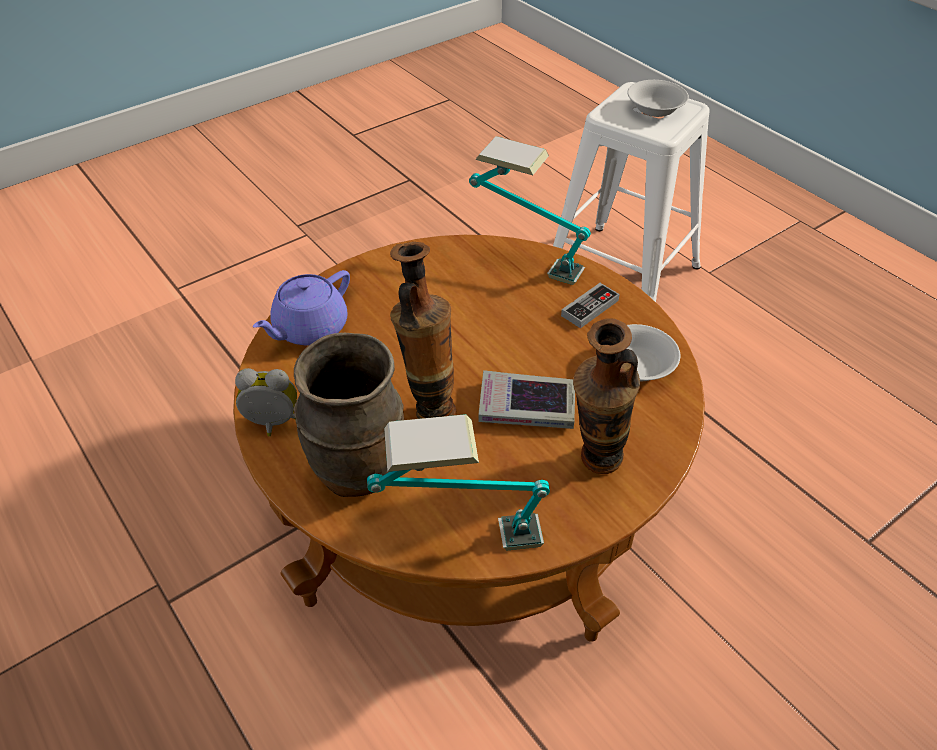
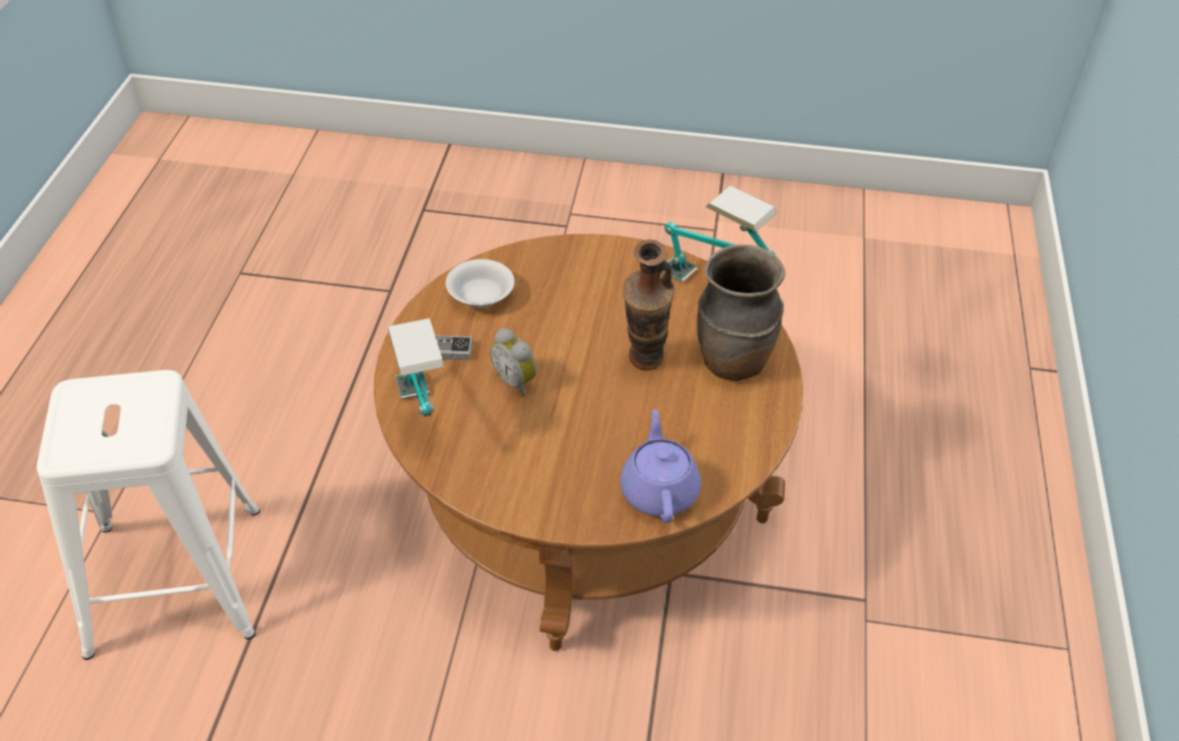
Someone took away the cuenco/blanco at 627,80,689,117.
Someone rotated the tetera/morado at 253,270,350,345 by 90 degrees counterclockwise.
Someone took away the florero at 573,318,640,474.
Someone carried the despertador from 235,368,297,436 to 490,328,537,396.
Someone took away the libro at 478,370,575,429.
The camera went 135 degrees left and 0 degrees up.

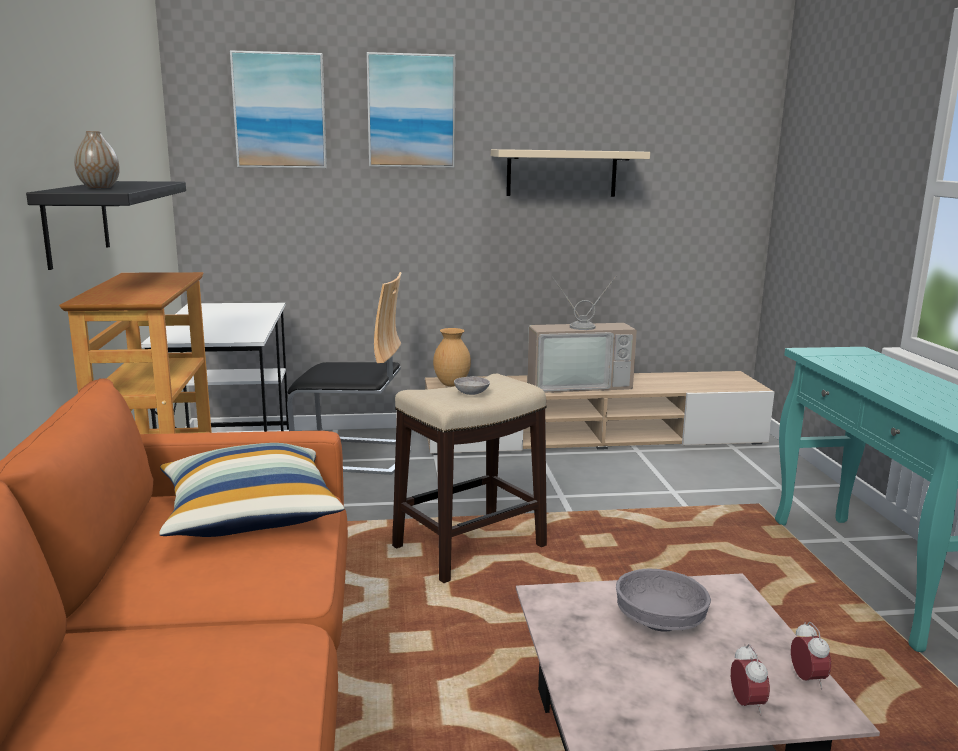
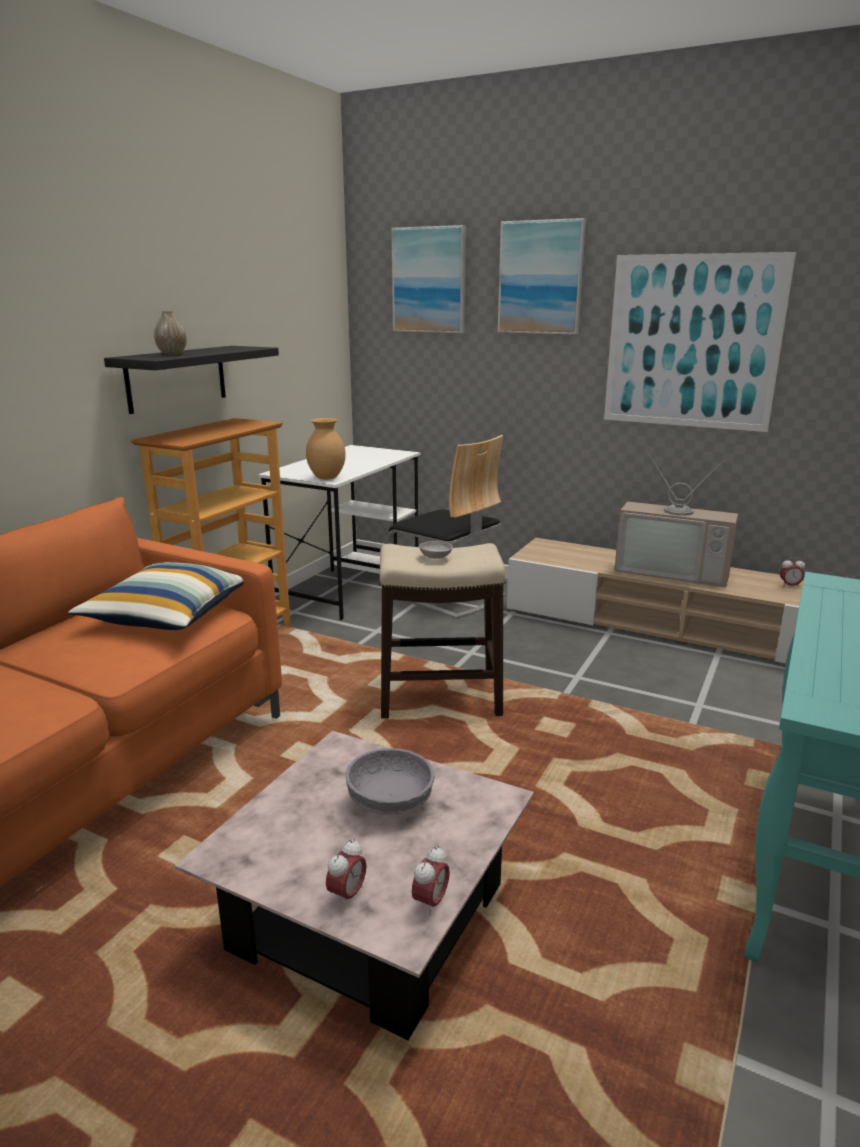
Someone swapped the estante/beis at 491,149,650,197 for the cuadro at 604,252,796,432.
Someone carried the florero/marrón from 433,328,471,386 to 306,418,346,480.
Someone put down the despertador at 780,557,805,587.
The camera went 35 degrees right and 5 degrees up.

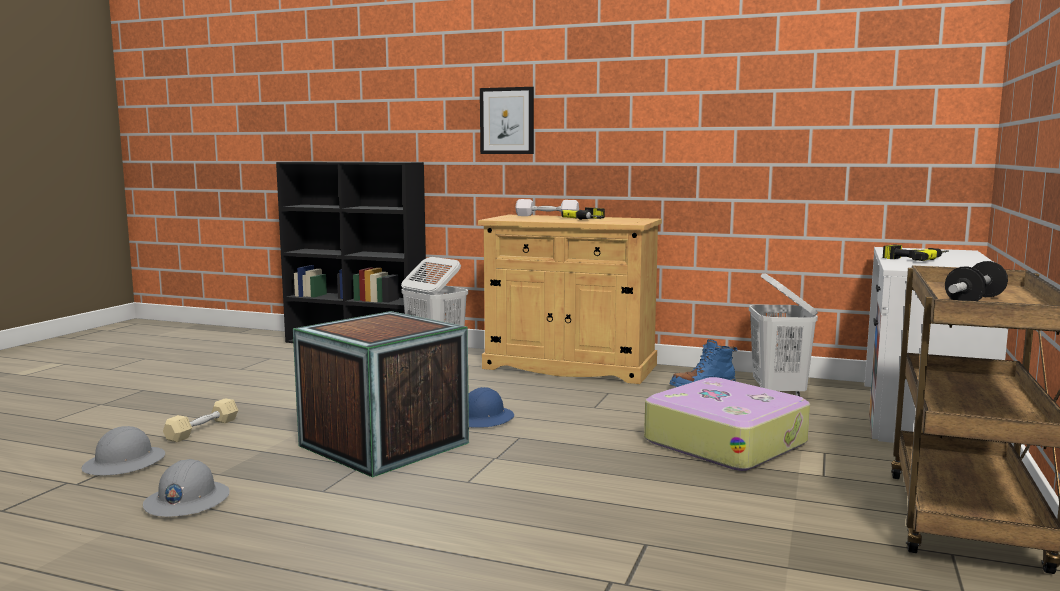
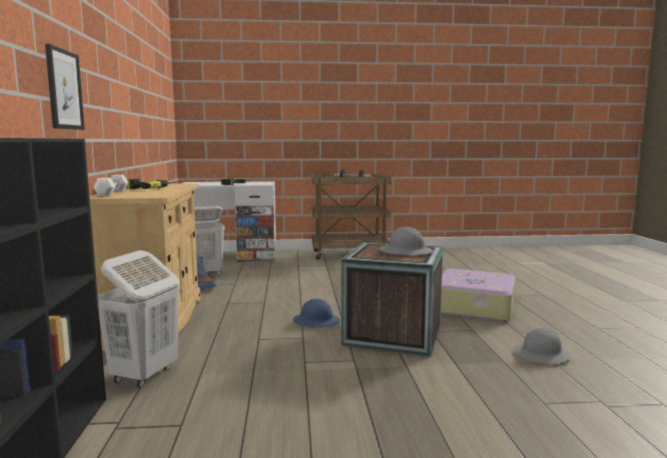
Someone carried the maleta from 644,377,810,471 to 441,269,516,321.
Someone took away the mancuerna/beis at 163,398,238,442.
Someone carried the casco/gris from 81,426,165,476 to 380,227,433,256.
The camera went 115 degrees left and 0 degrees up.

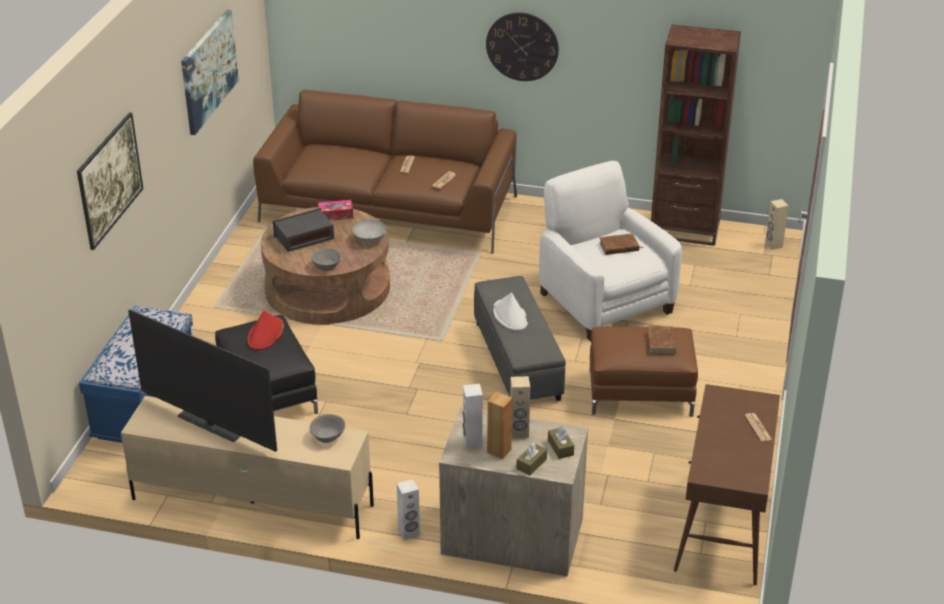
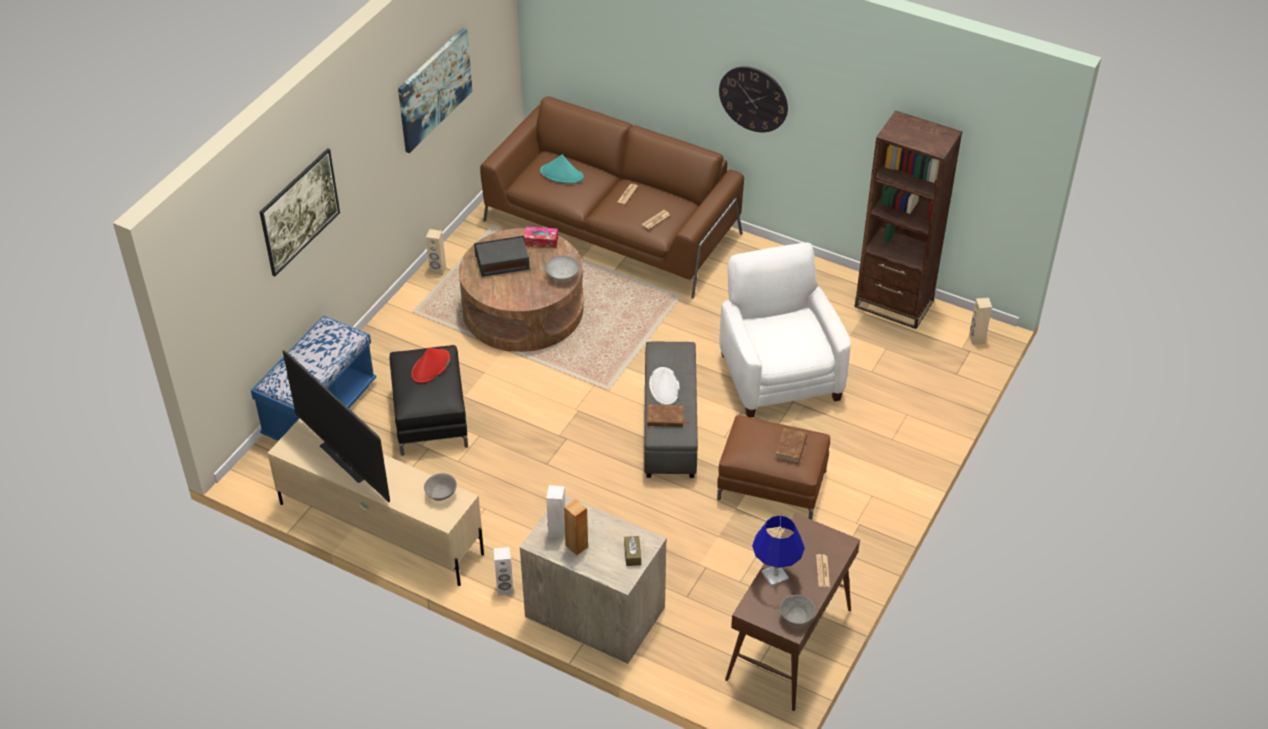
Someone carried the libro/marrón from 599,233,643,255 to 647,404,689,427.
Someone carried the cuenco/gris from 311,248,341,271 to 780,595,815,626.
Someone carried the altavoz/beis from 510,376,530,439 to 426,229,446,275.
Someone took away the caja de pañuelos/marrón at 517,442,547,475.
Someone put down the sombrero/turquesa at 540,155,584,184.
Someone put down the lámpara de mesa/azul at 752,515,805,587.
The camera went 15 degrees right and 10 degrees up.

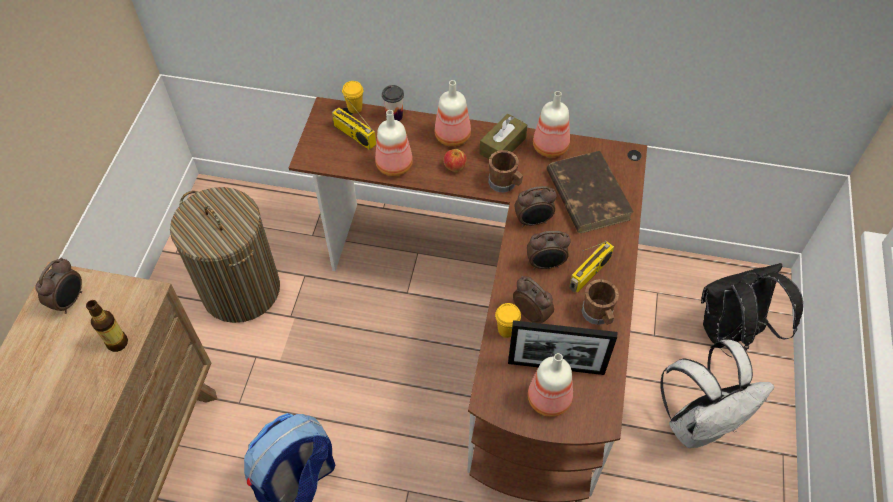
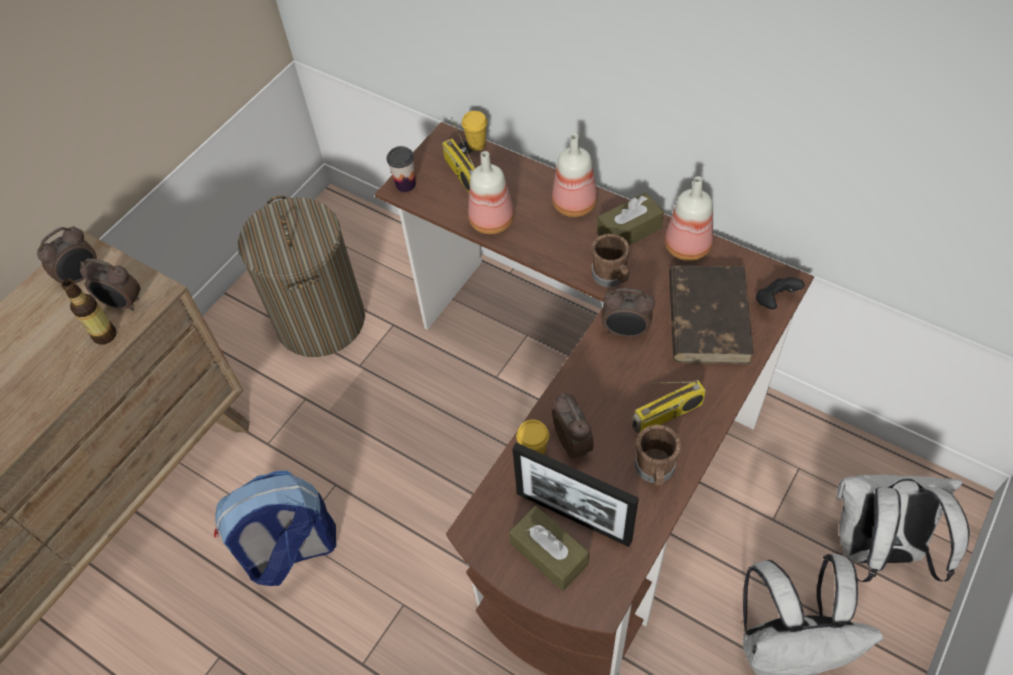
Someone carried the taza from 382,85,404,121 to 387,146,416,192.
Someone took away the manzana at 443,149,467,172.
Someone carried the despertador from 527,231,571,270 to 80,259,140,311.
Someone repainted the mochila/negro at 701,263,803,357, which became the mochila/blanco at 836,475,970,582.
Someone swapped the botella at 528,353,573,417 for the caja de pañuelos/marrón at 509,506,589,591.
Someone put down the mando de consola/negro at 756,278,805,309.
The camera went 25 degrees right and 0 degrees up.

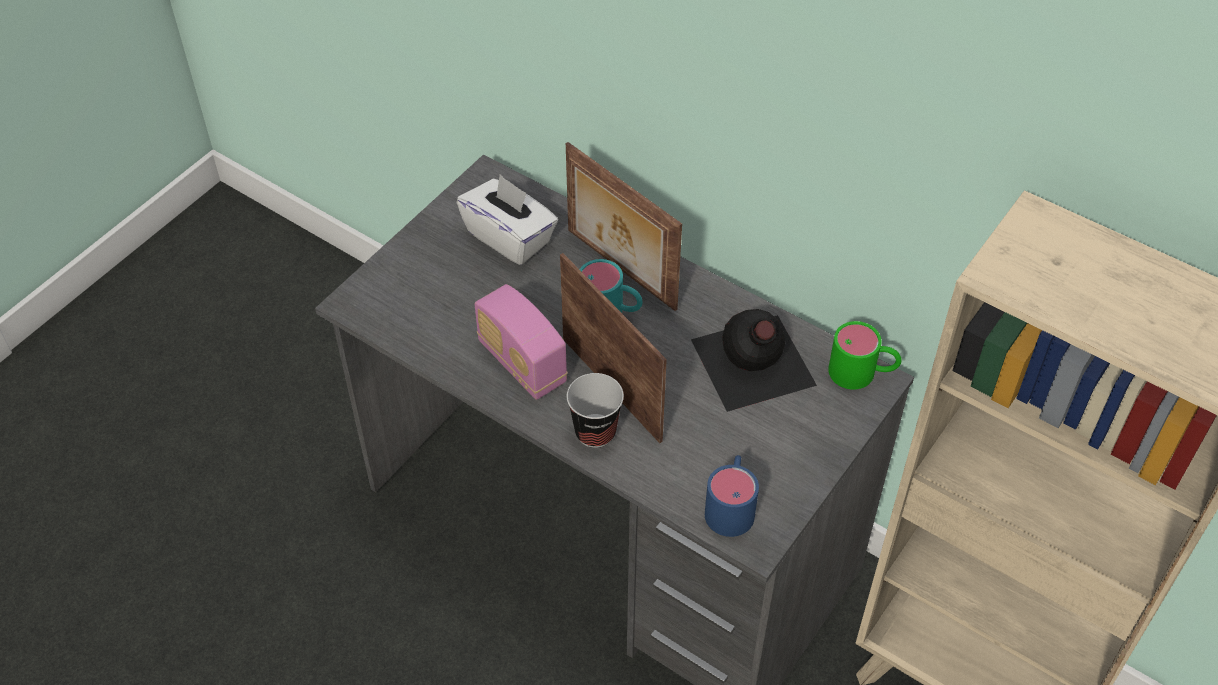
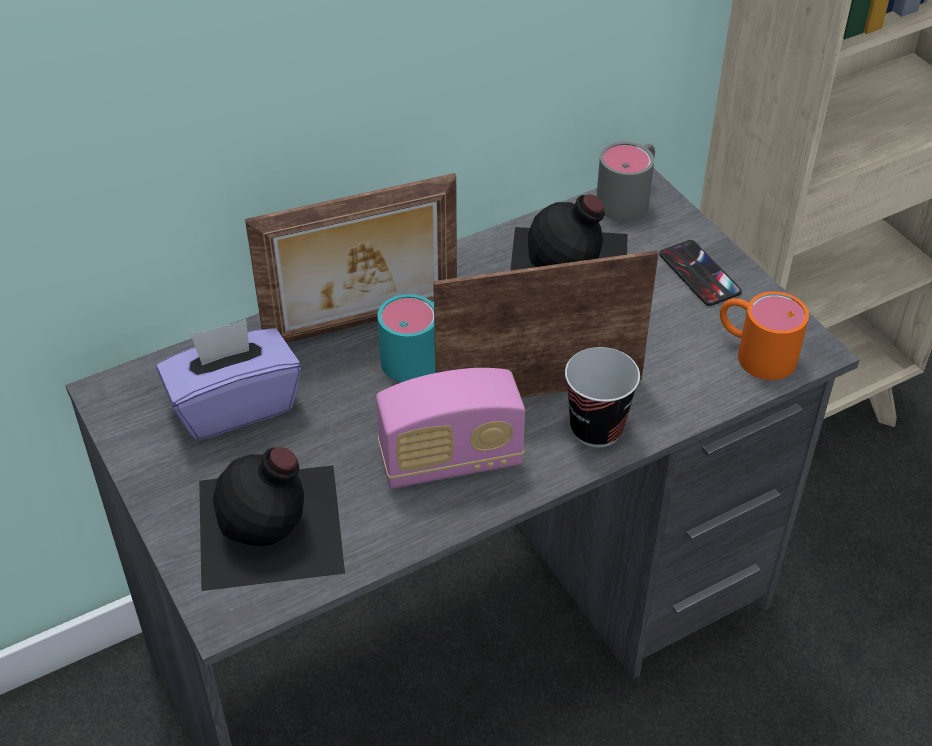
Someone repainted the caja de pañuelos/blanco at 457,174,558,265, which became the caja de pañuelos/morado at 157,319,301,440.
Someone repainted the taza grande/verde at 828,321,901,390, which became the taza grande/gris at 596,142,655,221.
Someone repainted the taza grande/azul at 705,455,759,537, which became the taza grande/naranja at 720,291,809,380.
Someone put down the móvil at 659,240,742,306.
Someone put down the botella/negro at 199,447,345,591.
The camera went 65 degrees left and 5 degrees down.

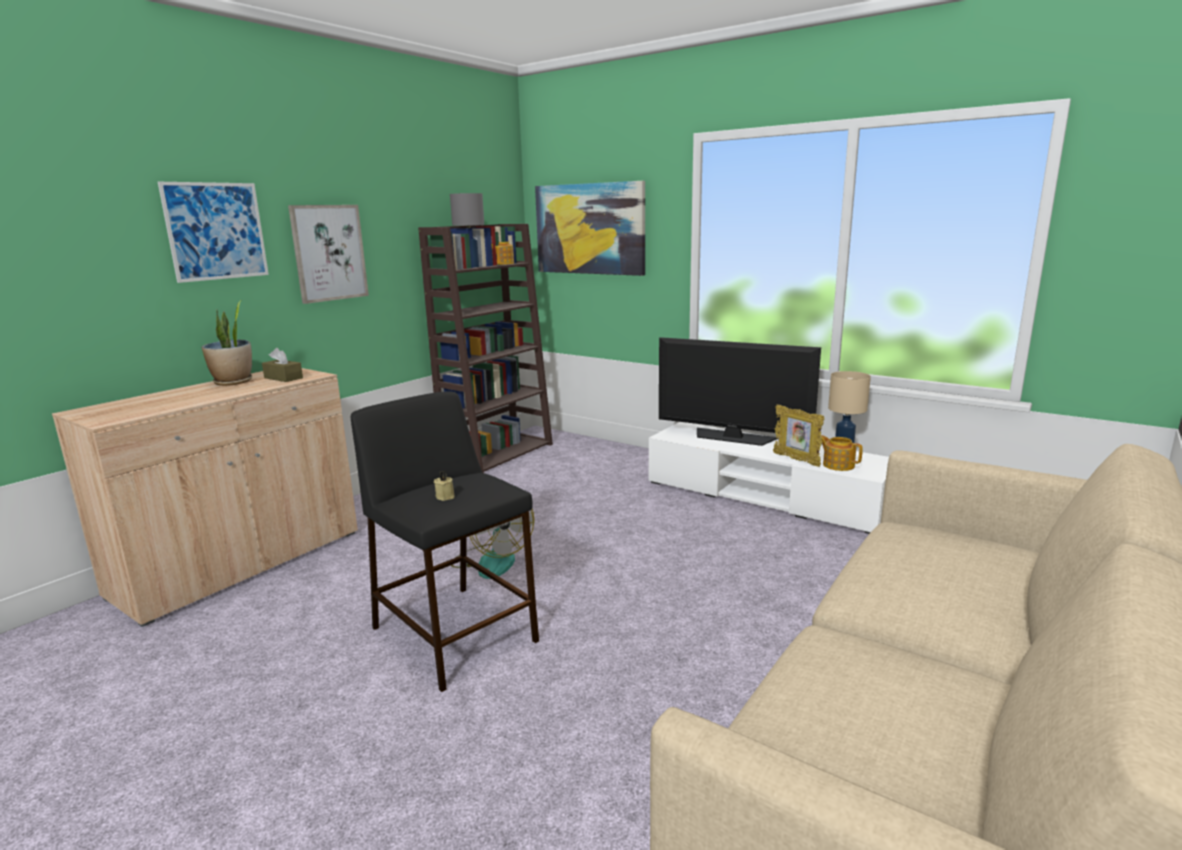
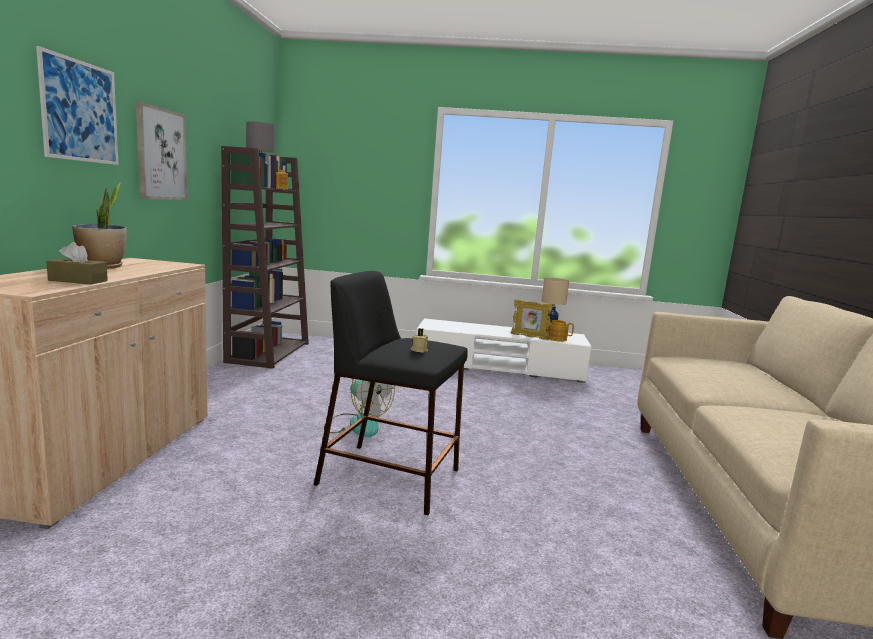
Someone took away the cuadro at 535,181,645,276.
Someone took away the televisor at 659,337,821,446.
Someone carried the caja de pañuelos/marrón from 262,348,303,382 to 46,242,108,284.
The camera went 30 degrees left and 5 degrees down.

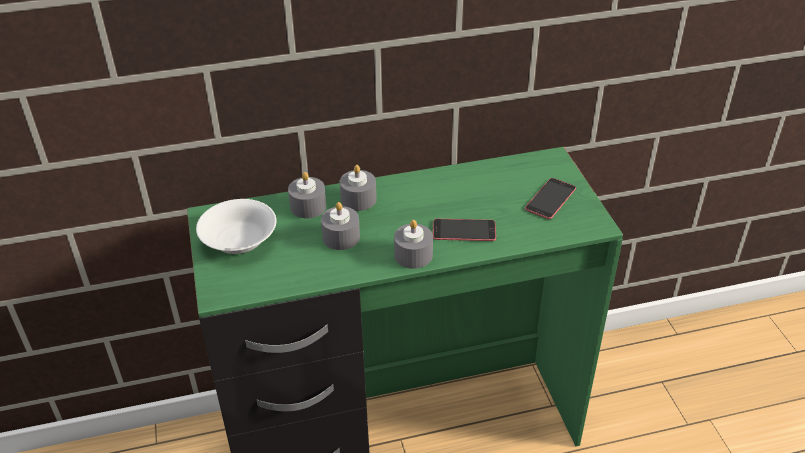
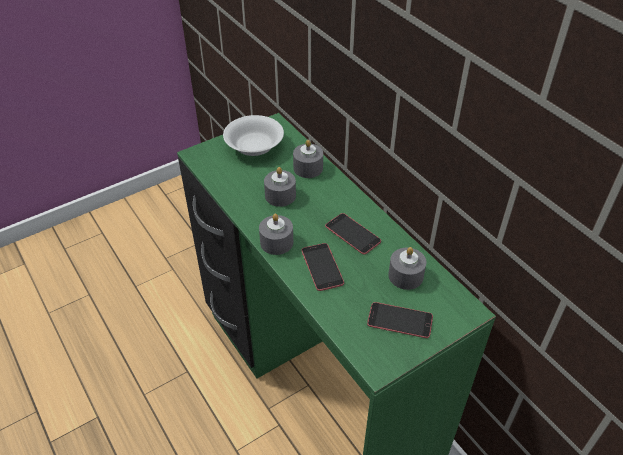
Someone carried the vela/gris from 340,165,377,211 to 388,247,426,290.
Someone put down the móvil at 325,213,381,255.
The camera went 70 degrees right and 5 degrees up.

